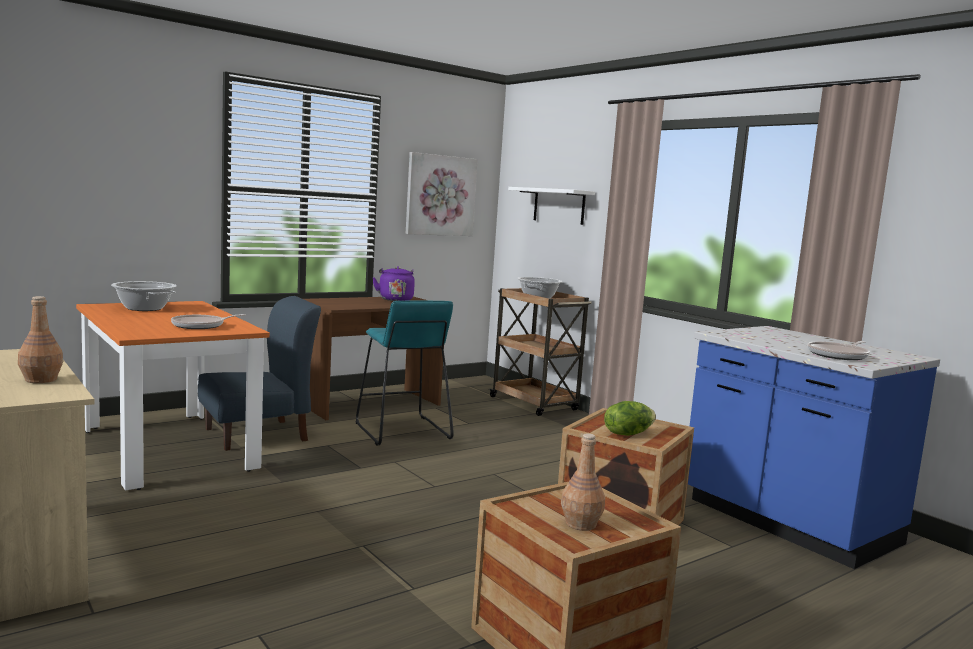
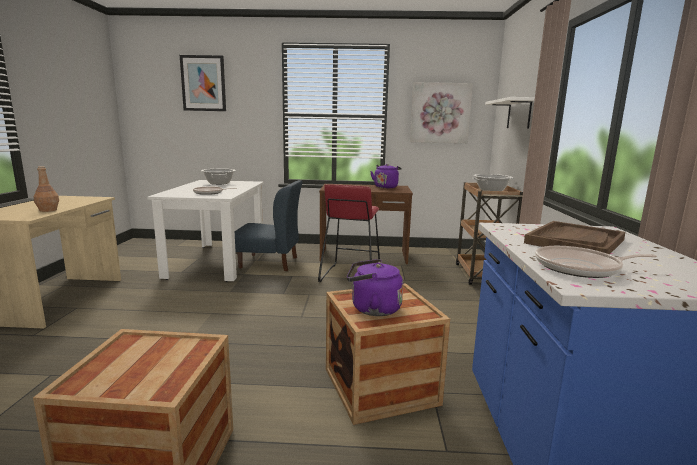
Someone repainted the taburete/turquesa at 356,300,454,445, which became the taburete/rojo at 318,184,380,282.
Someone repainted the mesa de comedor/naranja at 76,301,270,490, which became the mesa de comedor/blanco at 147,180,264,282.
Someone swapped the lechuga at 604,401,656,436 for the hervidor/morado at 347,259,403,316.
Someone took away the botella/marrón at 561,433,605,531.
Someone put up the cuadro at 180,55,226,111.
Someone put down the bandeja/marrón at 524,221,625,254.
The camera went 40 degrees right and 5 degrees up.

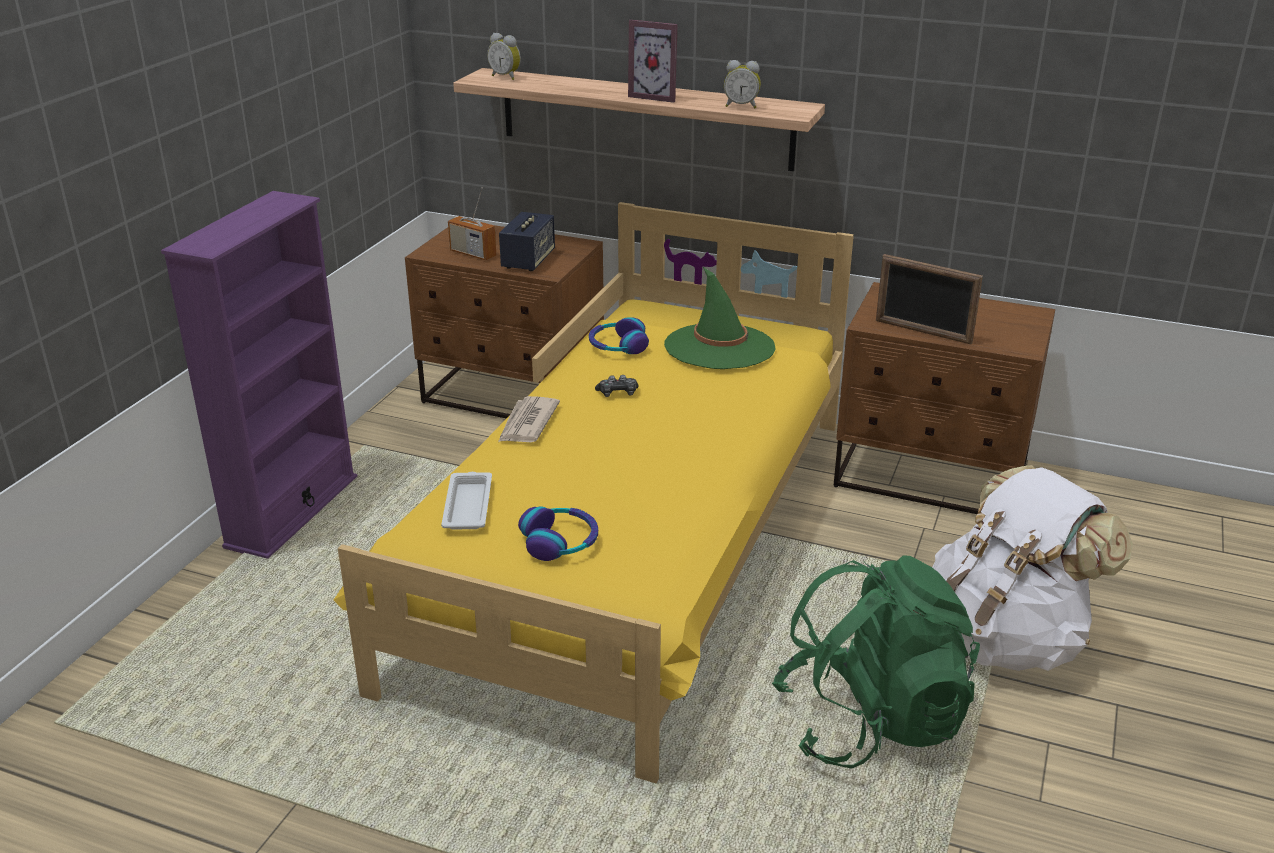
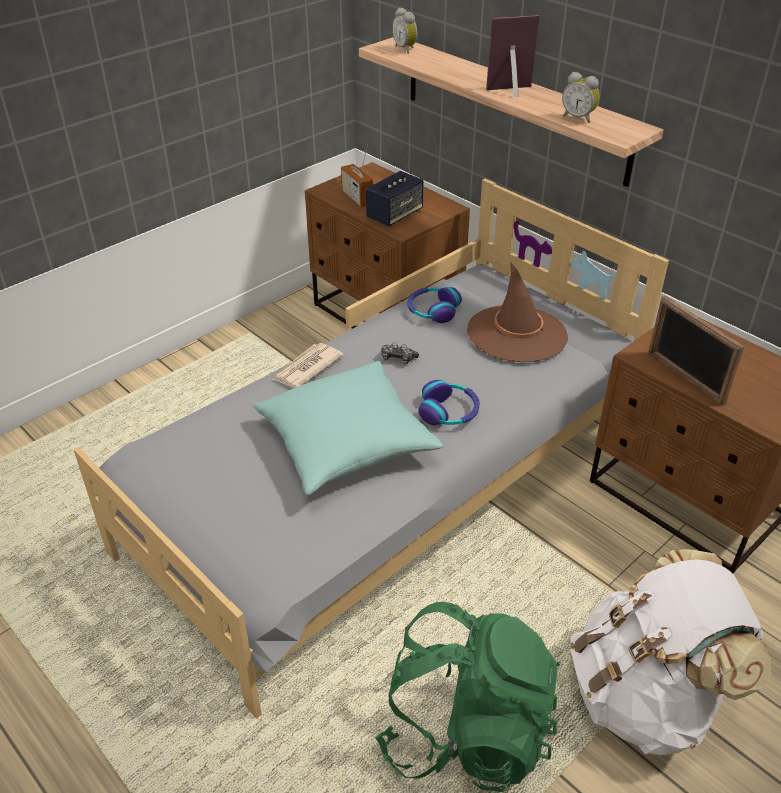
Someone rotated the portarretratos at 628,20,678,103 by 120 degrees clockwise.
Someone took away the estantería/morado at 161,191,357,559.
Someone repainted the cama/amarillo at 334,202,854,783, which became the cama/gris at 74,178,669,719.
Someone repainted the sombrero/verde at 664,267,776,369, which became the sombrero/marrón at 467,262,568,362.
Someone took away the bandeja/blanco at 441,472,492,529.
Someone carried the auriculares from 518,506,598,561 to 418,380,480,425.
Someone put down the cojín/turquesa at 253,361,443,496.
The camera went 25 degrees right and 10 degrees up.

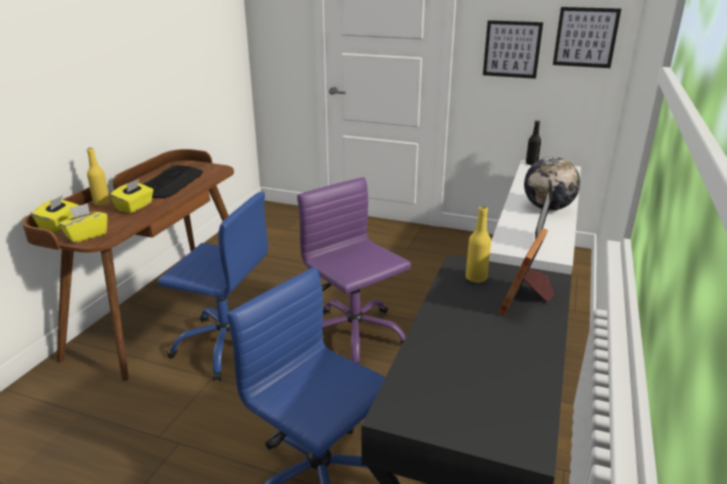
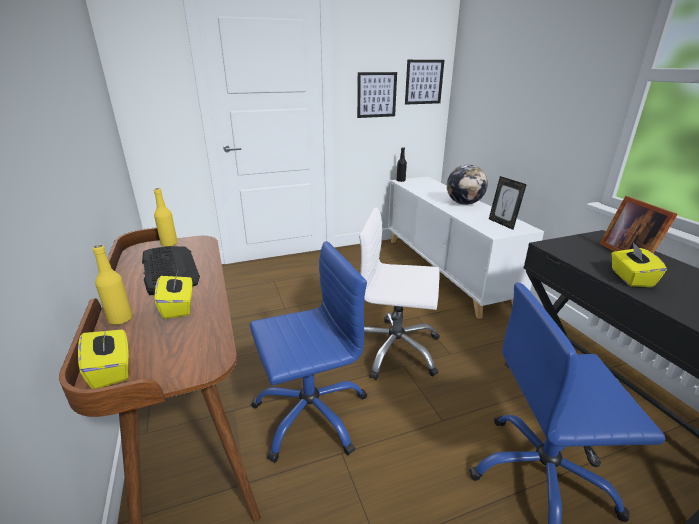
Someone repainted the silla de oficina/morado at 297,177,411,364, which became the silla de oficina/blanco at 359,208,440,380.
Someone carried the caja de pañuelos/amarillo from 58,203,108,243 to 611,243,667,287.
Someone carried the botella/amarillo from 466,206,491,283 to 154,188,178,247.
The camera went 40 degrees left and 0 degrees up.

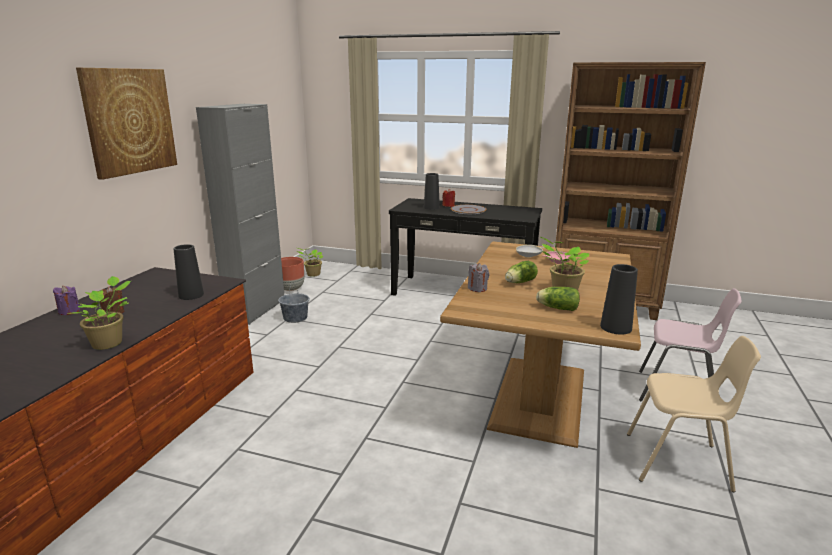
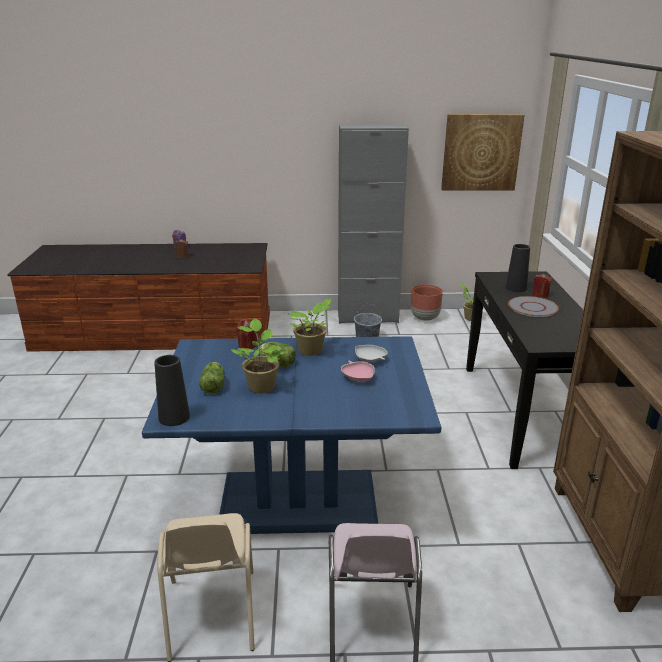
Someone carried the cuadro from 76,68,177,180 to 441,114,525,191.
Someone repainted the mesa de comedor/marrón at 440,242,641,448, which became the mesa de comedor/azul at 142,336,442,534.
Someone took away the florero/negro at 174,244,204,300.
Someone repainted the vela/gris at 468,263,489,292, which became the vela/rojo at 237,319,258,349.
Someone carried the planta en maceta from 68,276,131,350 to 287,298,331,356.
The camera went 70 degrees right and 5 degrees up.

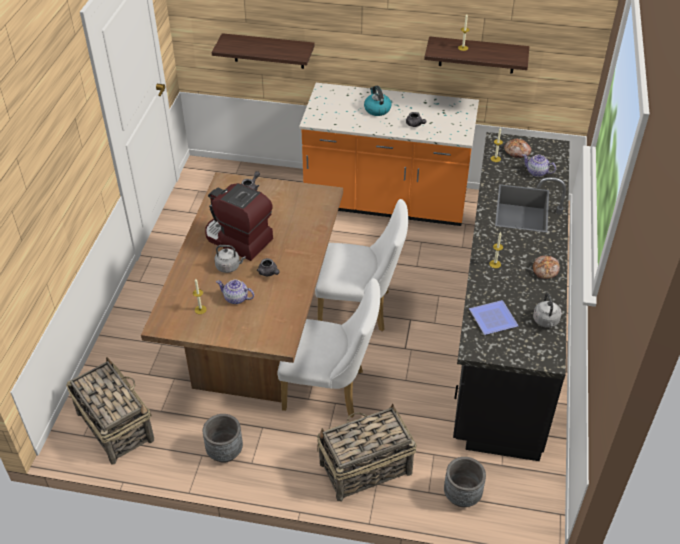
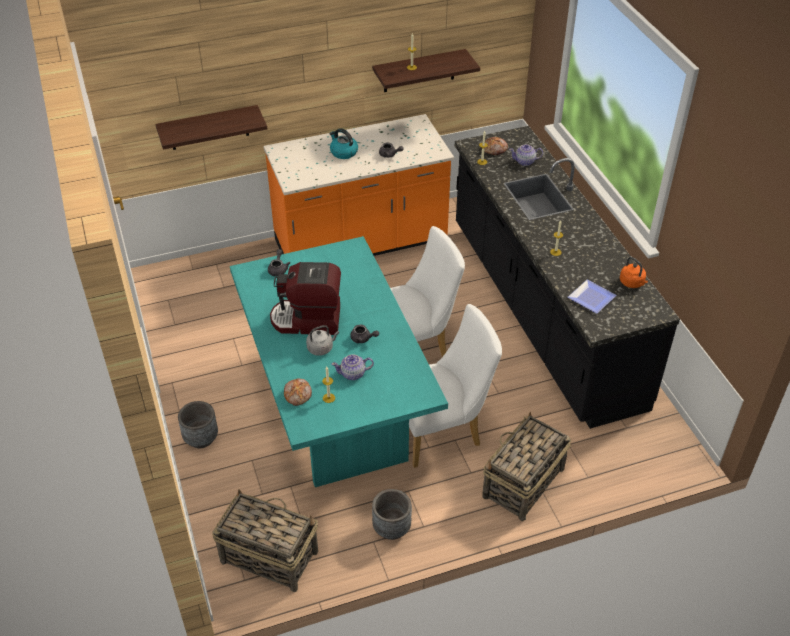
Someone repainted the mesa de comedor/marrón at 141,172,343,402, which became the mesa de comedor/turquesa at 230,236,448,487.
Someone carried the pan from 533,256,560,279 to 284,378,312,406.
Someone repainted the hervidor/gris at 533,293,562,328, which became the hervidor/naranja at 620,257,648,288.
Someone carried the maceta/gris from 444,457,486,507 to 178,401,218,448.
The camera went 30 degrees left and 0 degrees up.

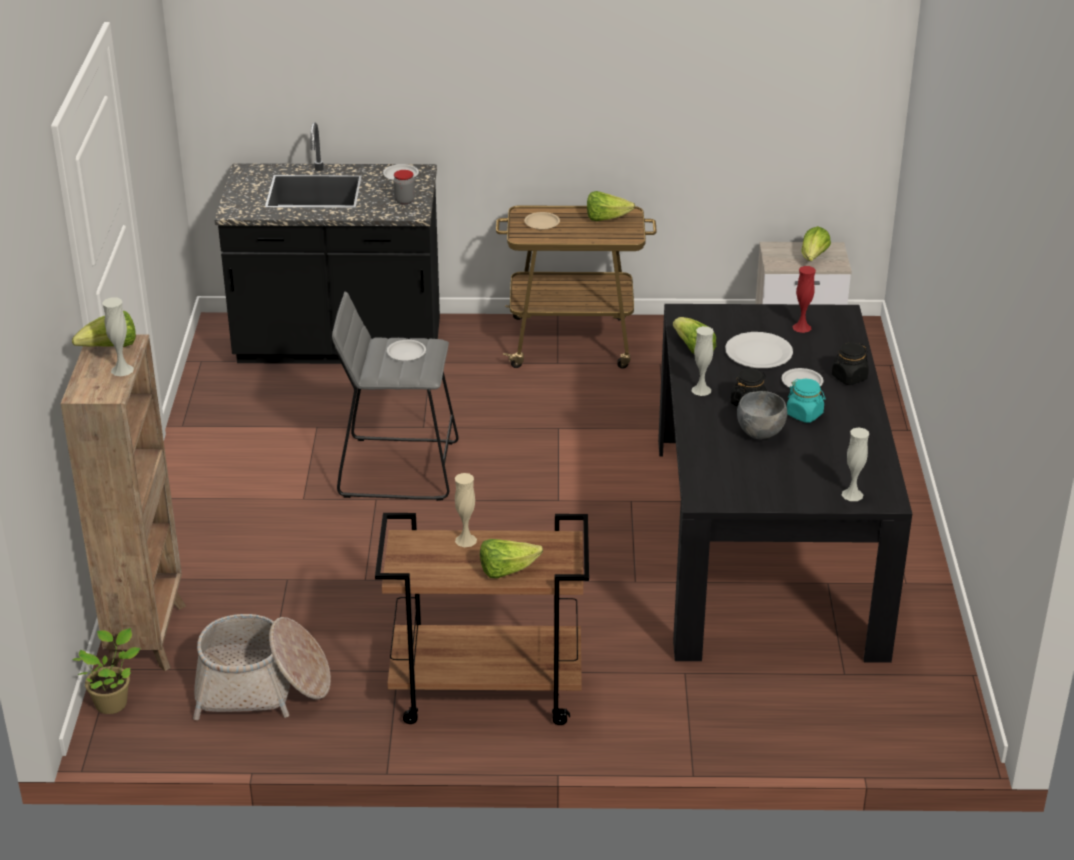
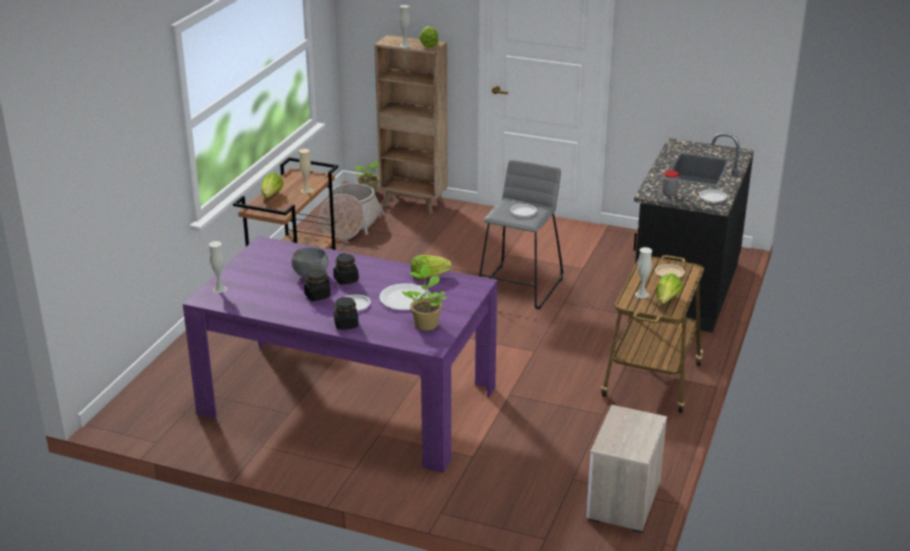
Someone took away the lechuga at 802,226,831,261.
Someone swapped the florero/rojo at 792,266,816,333 for the planta en maceta at 402,265,447,331.
Someone repainted the mesa de comedor/negro at 658,304,912,663, which became the mesa de comedor/morado at 183,236,497,473.
Someone carried the florero/blanco from 692,326,714,396 to 635,247,652,298.
Someone repainted the tarro/turquesa at 787,379,825,423, which became the tarro/negro at 302,269,331,301.
The camera went 110 degrees right and 5 degrees down.

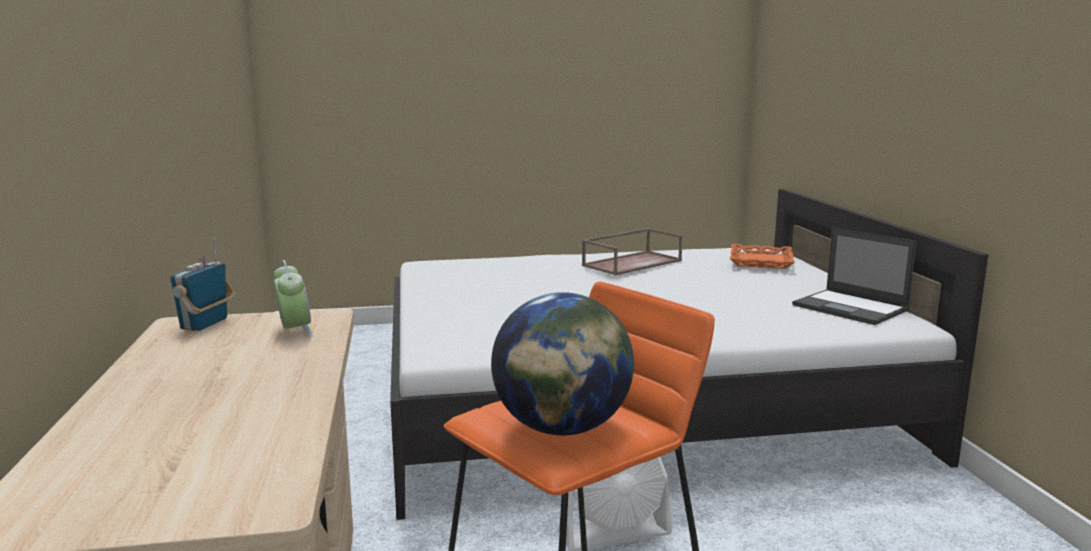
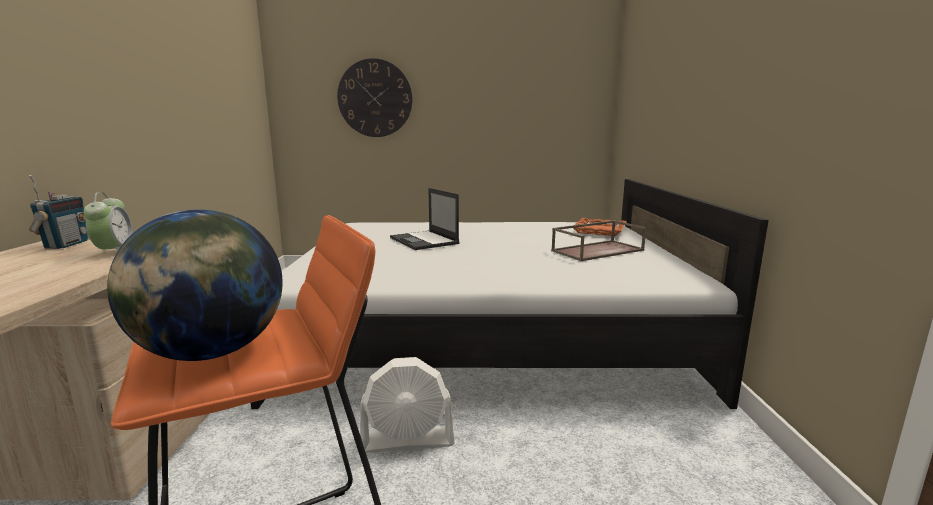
Someone carried the bandeja/marrón from 582,228,683,275 to 551,220,646,261.
Someone carried the portátil from 792,228,917,325 to 390,188,460,250.
Someone rotated the radio at 170,233,235,331 by 150 degrees clockwise.
Someone put up the reloj de pared at 337,58,412,137.
The camera went 10 degrees right and 0 degrees up.

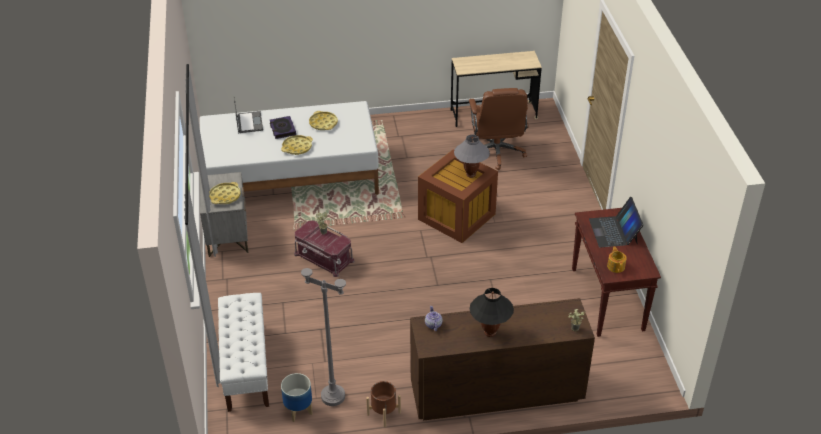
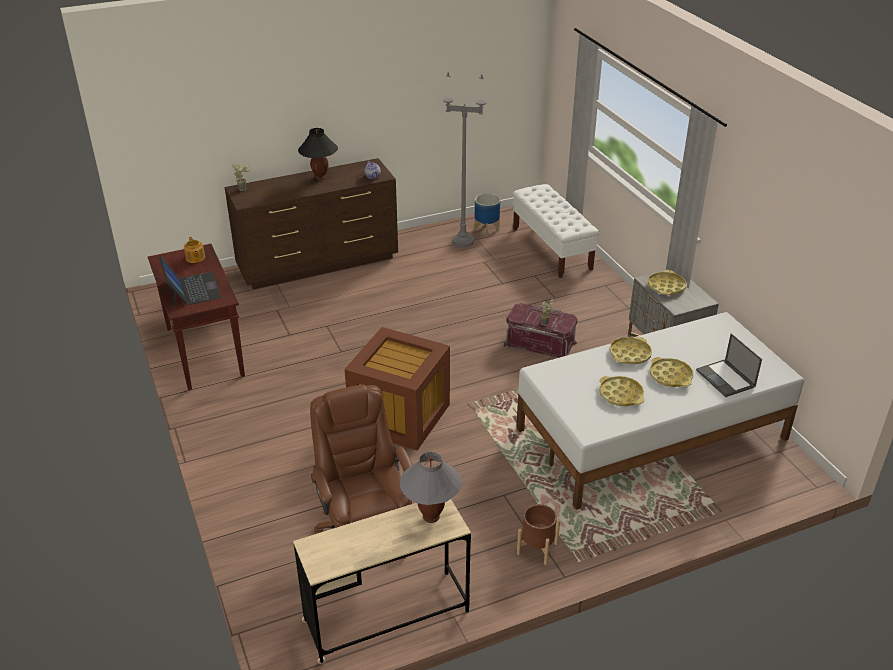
Someone swapped the libro at 270,116,296,139 for the bandeja/amarillo at 650,357,693,387.
Someone carried the lámpara de mesa/gris from 454,134,490,178 to 400,452,462,523.
Someone carried the maceta/marrón from 366,381,401,427 to 517,504,560,565.
The camera went 165 degrees right and 5 degrees down.

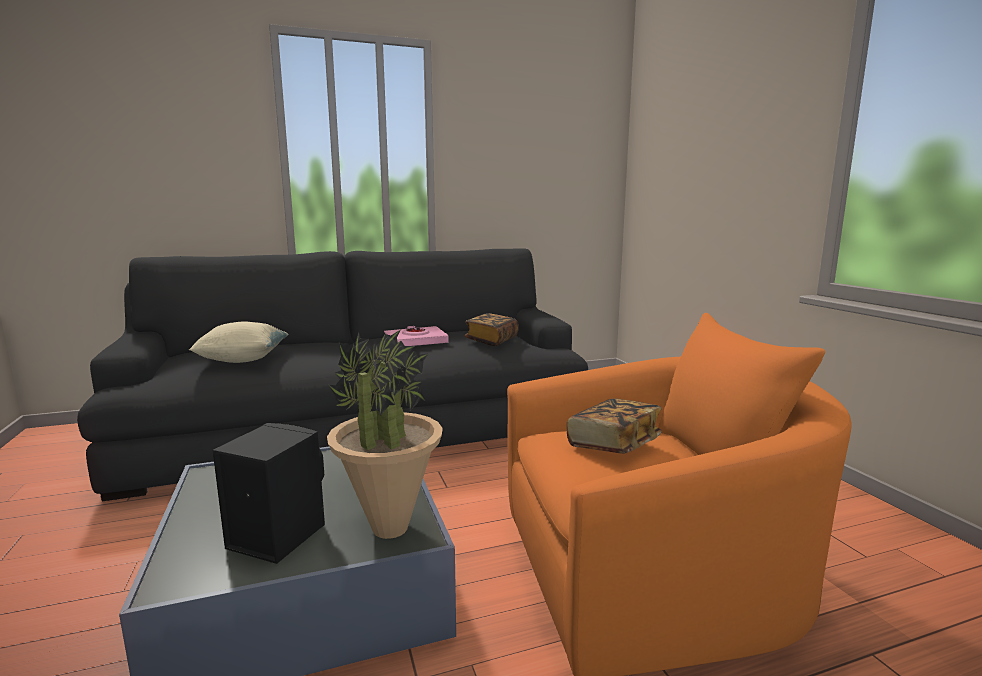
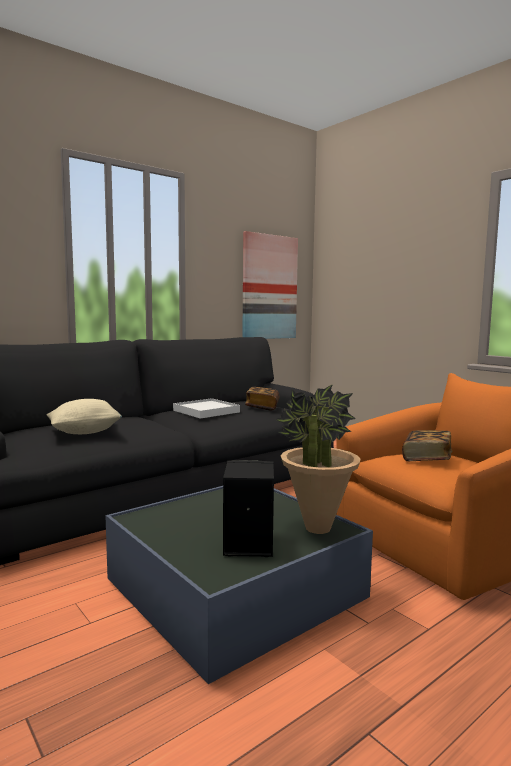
Someone swapped the libro/rosa at 384,326,449,346 for the bandeja/blanco at 173,398,240,419.
Someone put up the cuadro at 242,231,298,339.
The camera went 20 degrees left and 5 degrees down.

